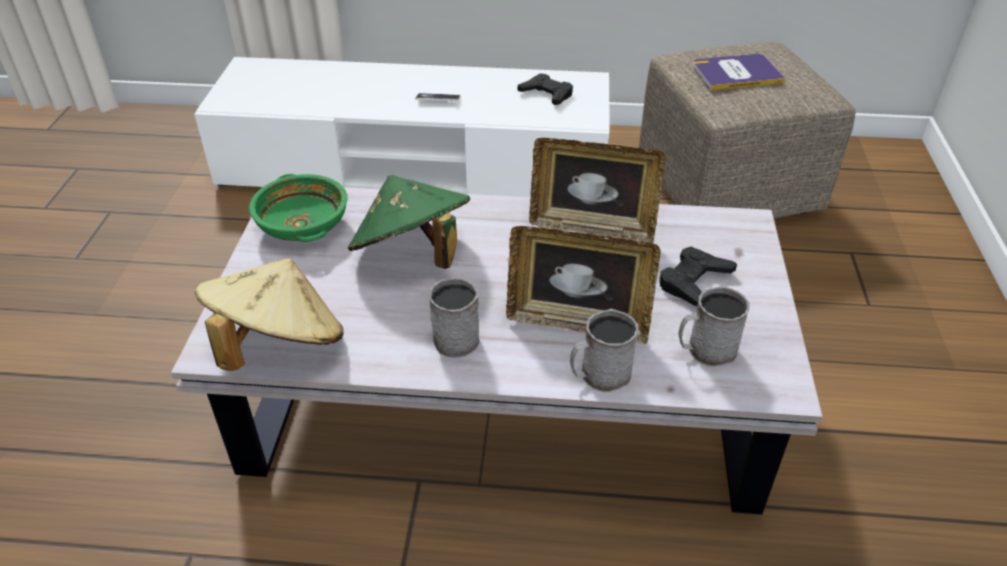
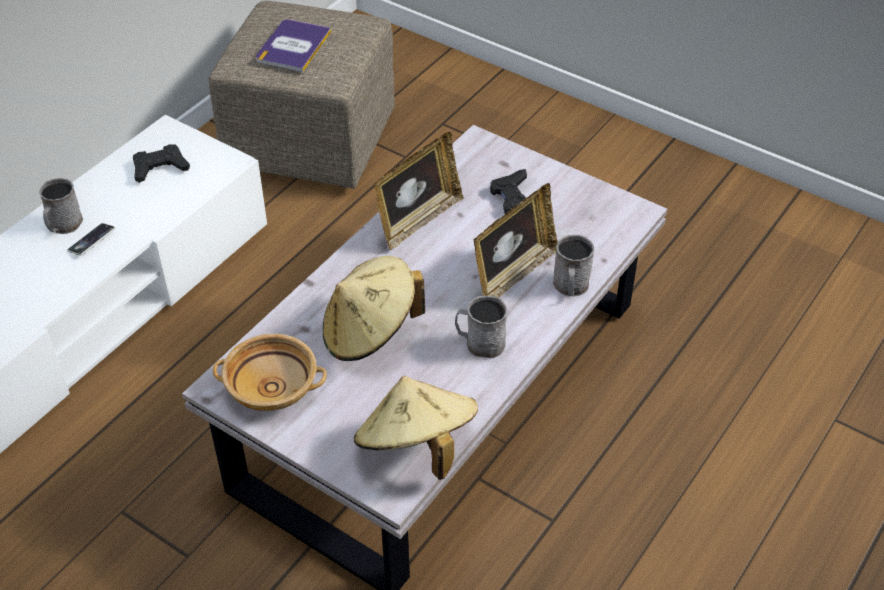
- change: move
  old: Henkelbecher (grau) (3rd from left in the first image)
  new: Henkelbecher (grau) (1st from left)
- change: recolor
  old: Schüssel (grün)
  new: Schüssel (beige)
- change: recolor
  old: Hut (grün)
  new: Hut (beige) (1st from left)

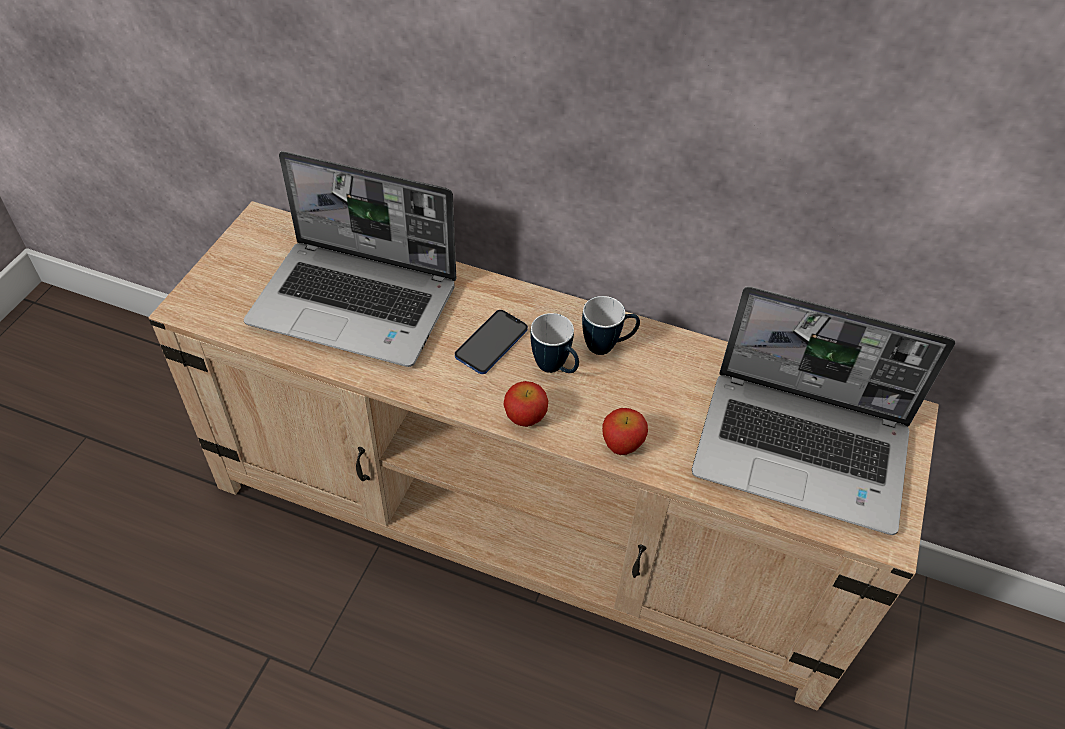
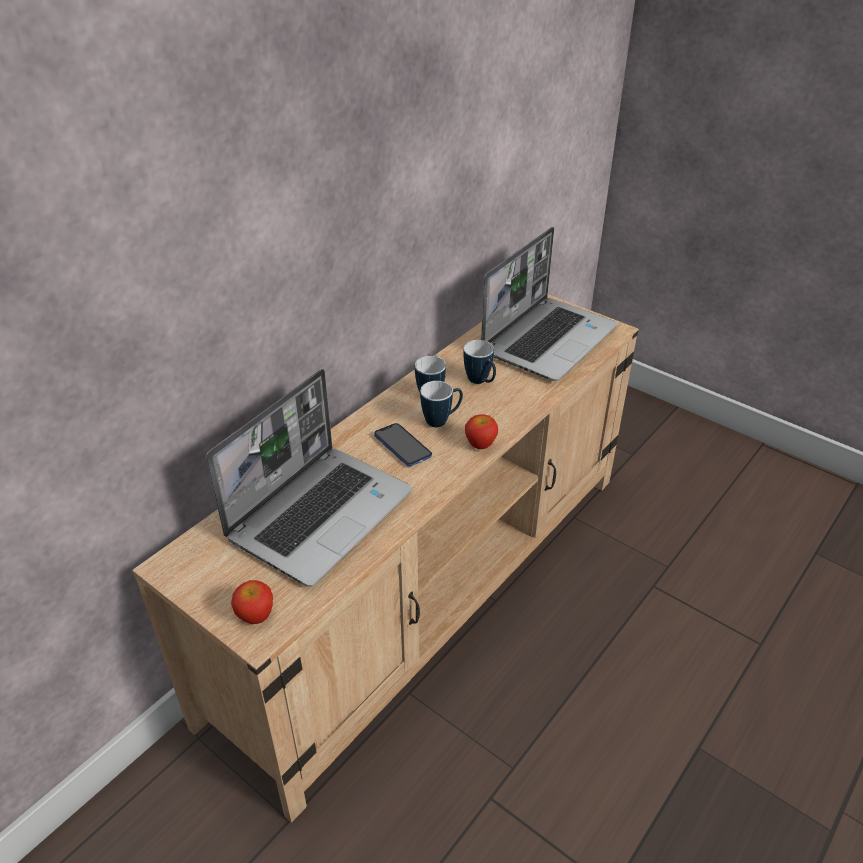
- change: move
  old: Apfel (2nd from left in the first image)
  new: Apfel (1st from left)
- change: insert
  new: Henkelbecher (3rd from left)

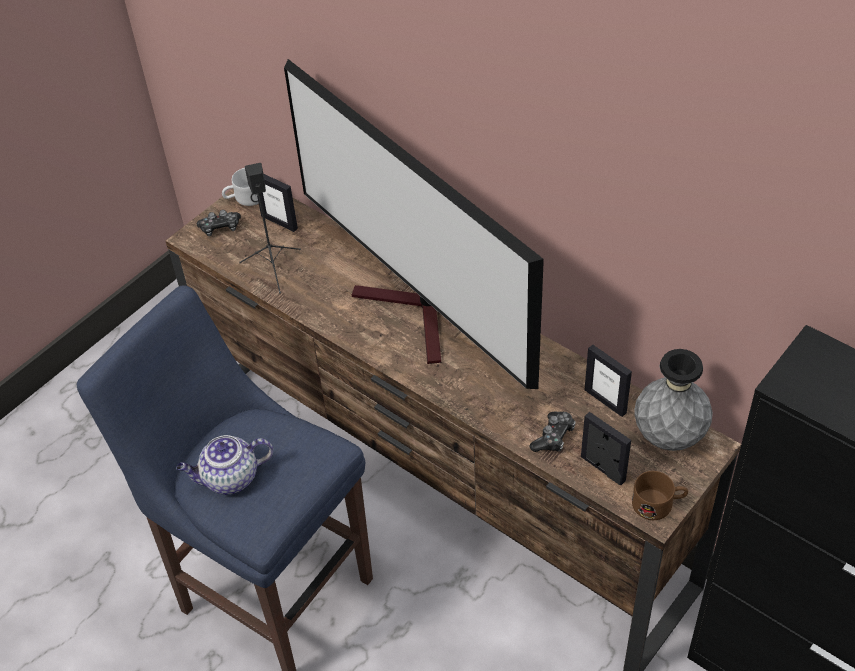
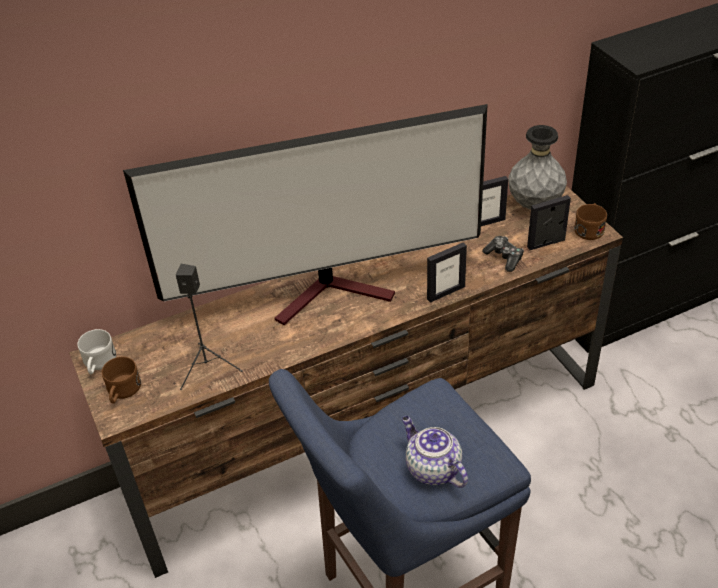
- change: replace
  old: Gamepad (1st from left)
  new: Henkelbecher (braun) (1st from left)
- change: rotate
  old: Teekanne
  degrees: 135
- change: move
  old: Bilderrahmen (1st from left)

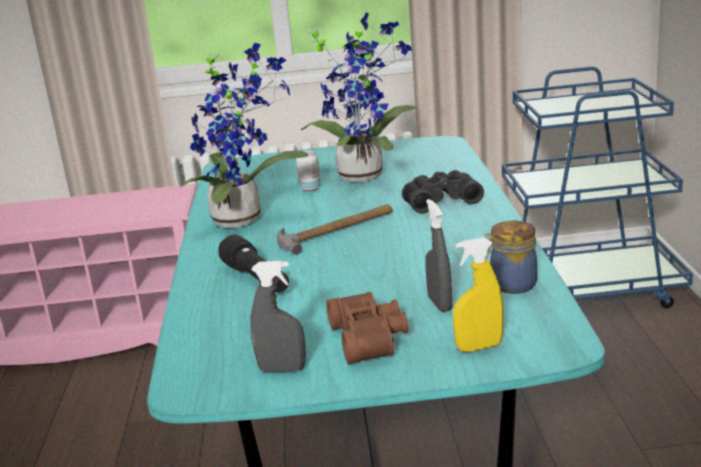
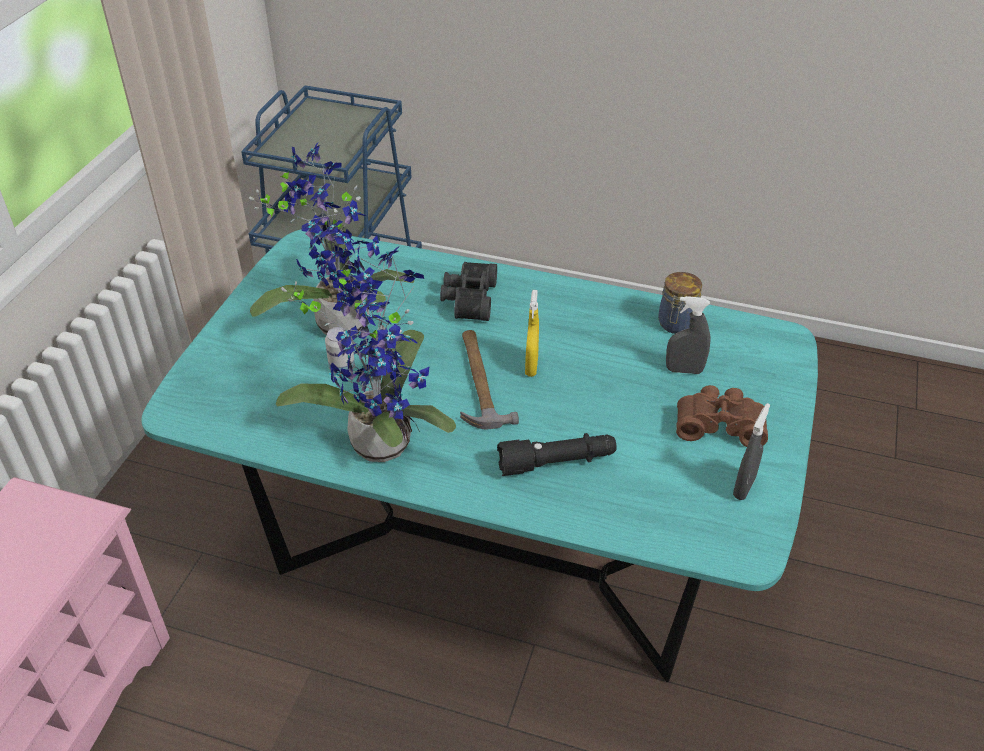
- change: move
  old: Sprühflasche (gelb)

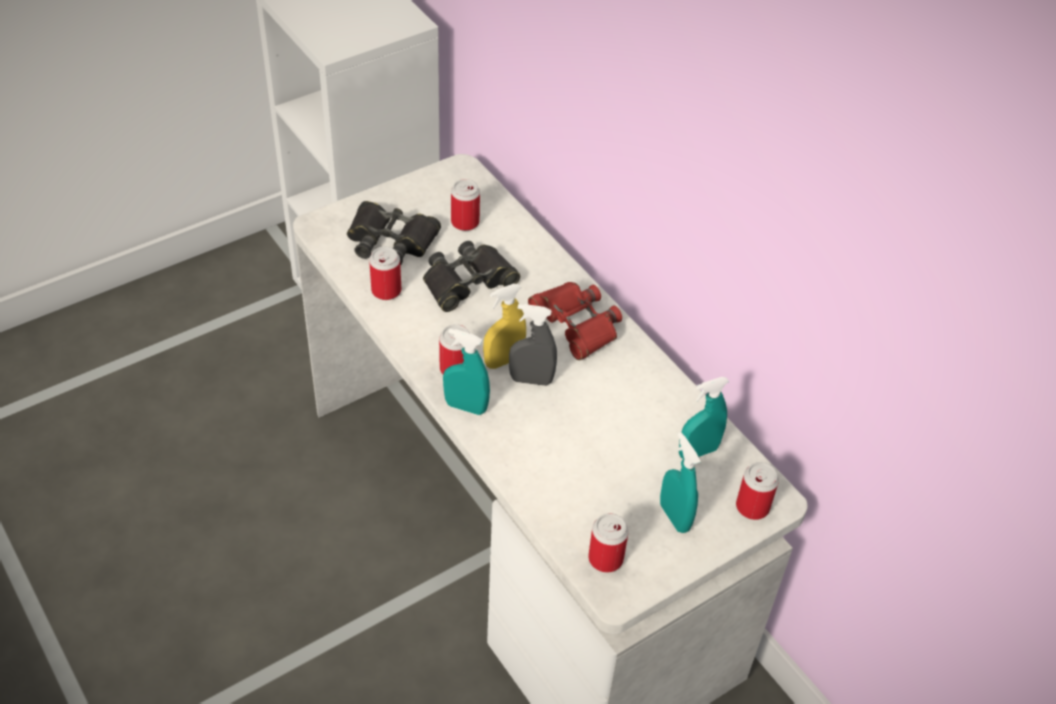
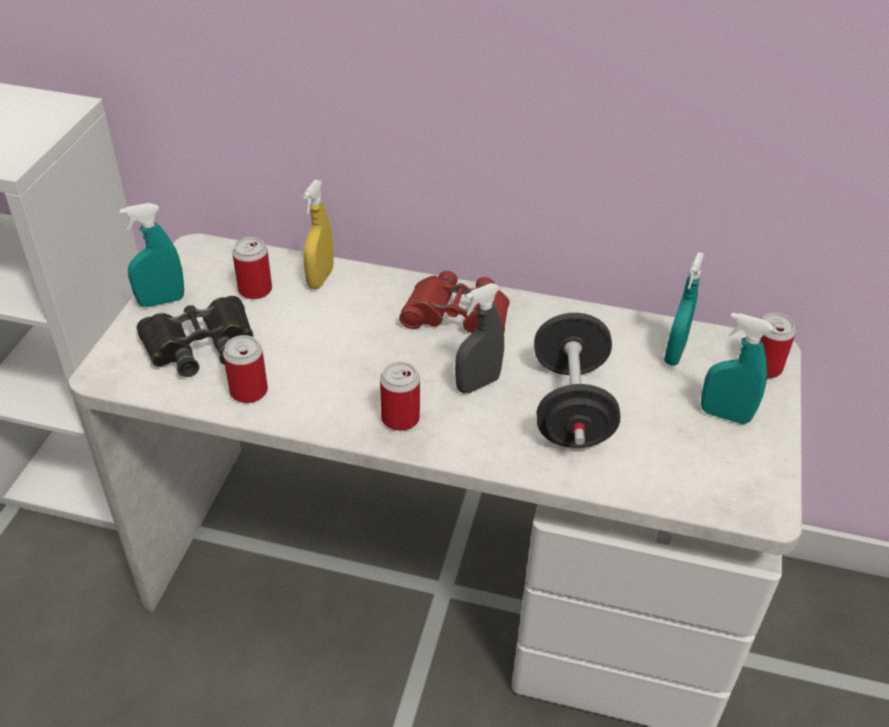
- change: move
  old: Sprühflasche (türkis) (1st from left)
- change: move
  old: Sprühflasche (gelb)
- change: insert
  new: Hantel (schwarz)
- change: delete
  old: Fernglas (schwarz) (2nd from left)
- change: delete
  old: Dose (4th from left)

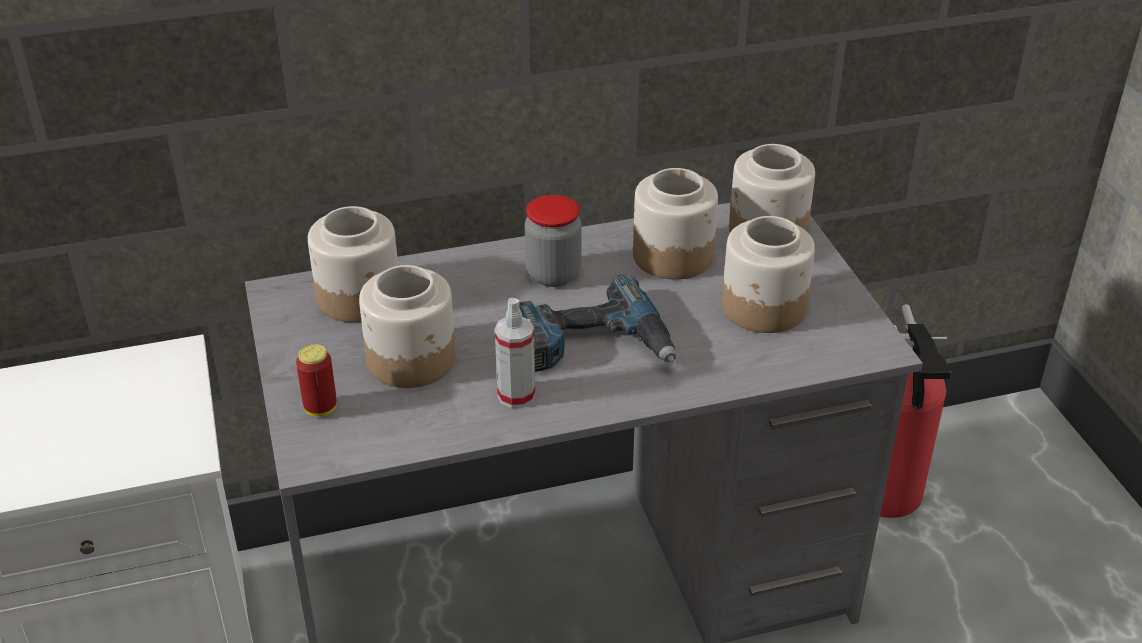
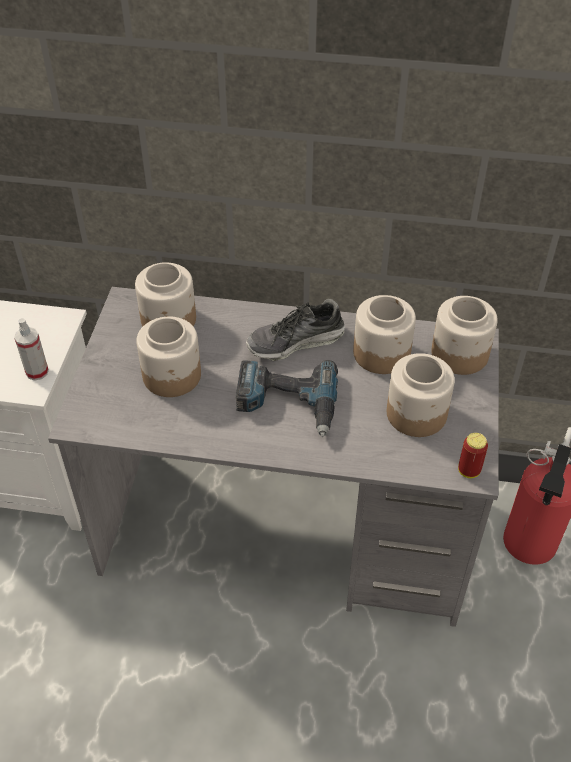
- change: move
  old: Sprühflasche
- change: replace
  old: Vorratsglas (3rd from left)
  new: Schuh
- change: move
  old: Dose

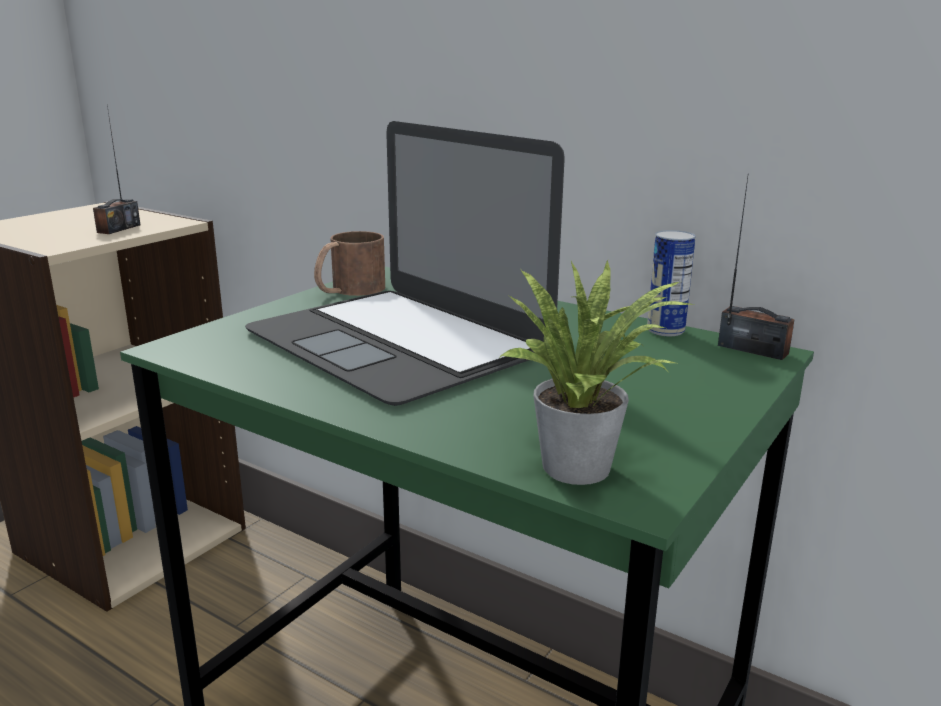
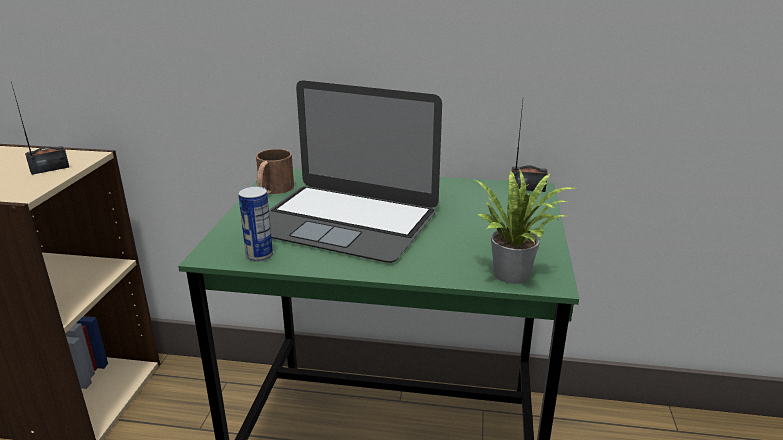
- change: rotate
  old: Radio (1st from left)
  degrees: -120
- change: move
  old: Dose

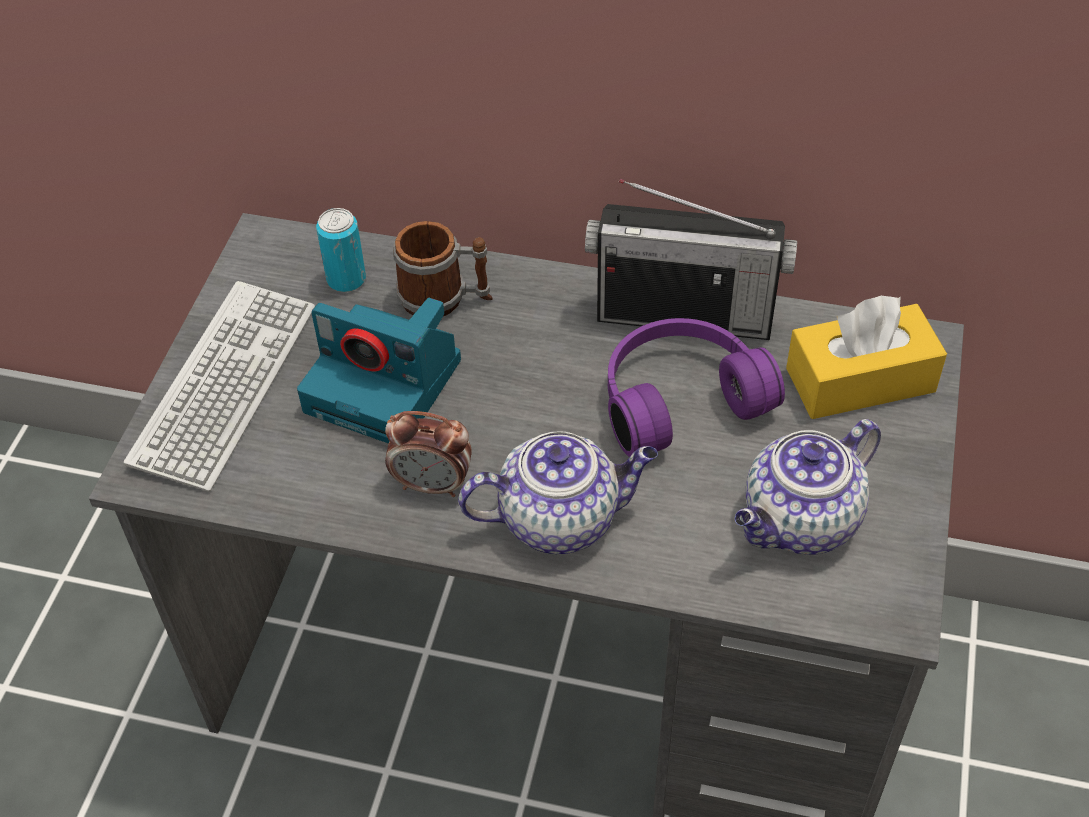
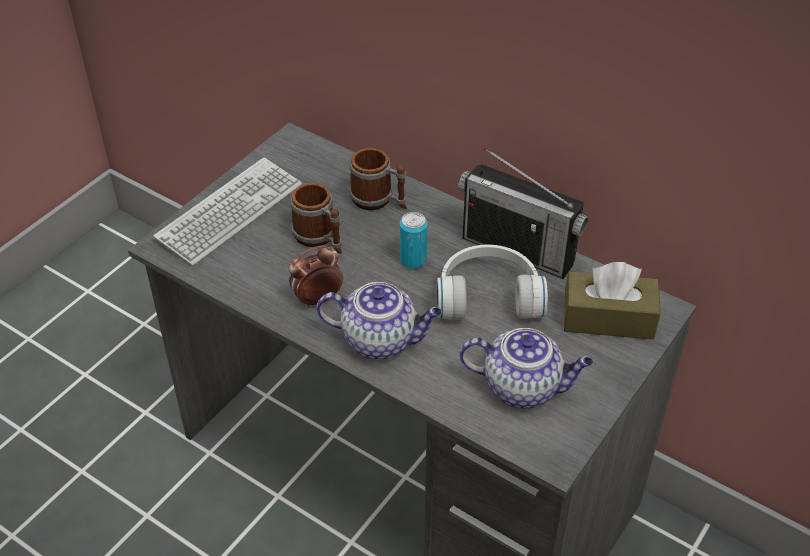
- change: rotate
  old: Wecker
  degrees: 120
- change: replace
  old: Kamera
  new: Henkelbecher (1st from left)
- change: move
  old: Dose
- change: recolor
  old: Kopfhörer (lila)
  new: Kopfhörer (weiß)
- change: rotate
  old: Teekanne (2nd from left)
  degrees: -150
- change: recolor
  old: Taschentuchbox (gelb)
  new: Taschentuchbox (braun)

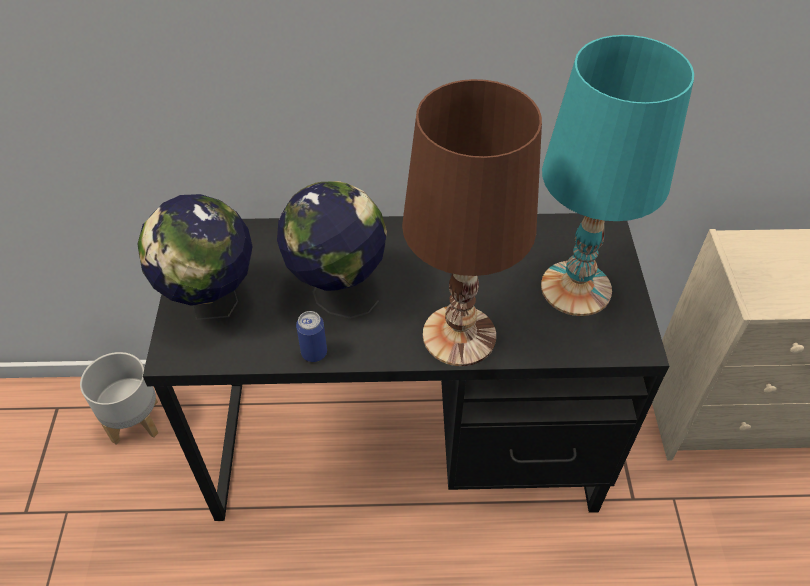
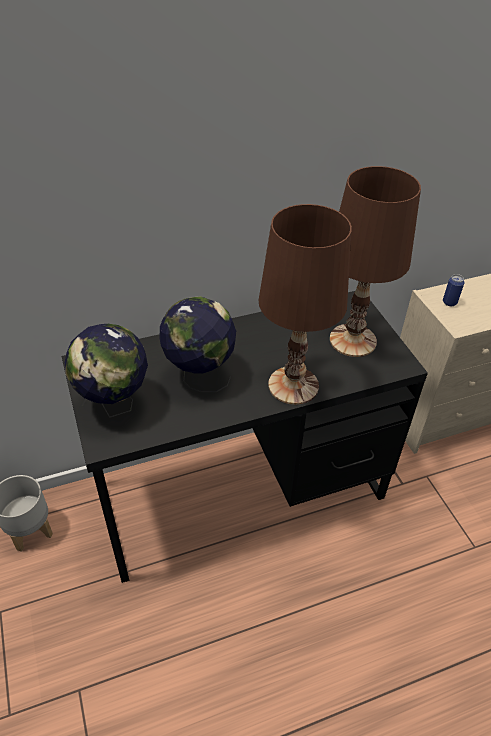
- change: recolor
  old: Tischlampe (türkis)
  new: Tischlampe (braun) (2nd from left)
- change: move
  old: Dose

